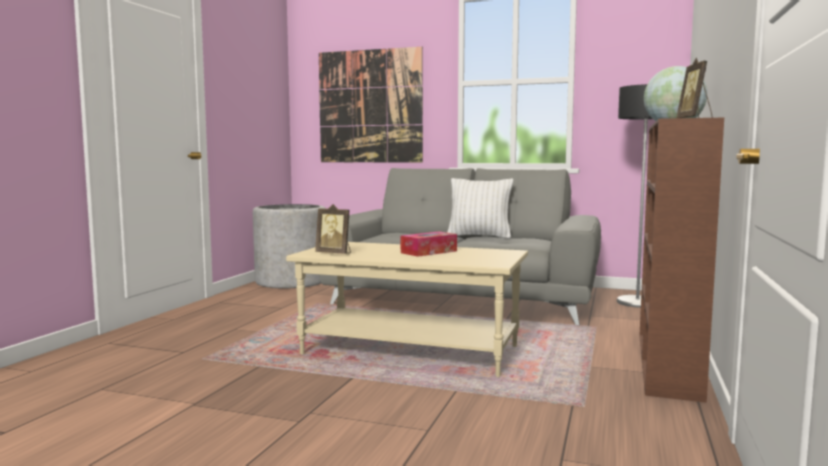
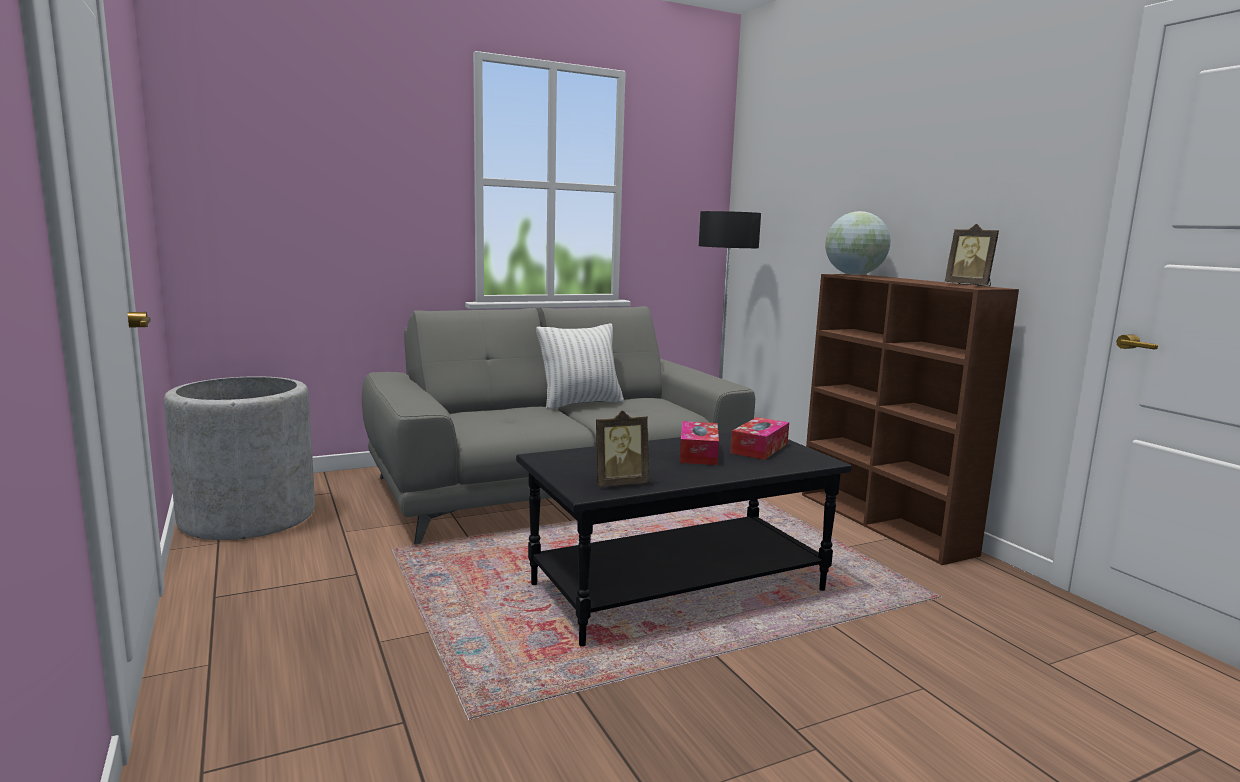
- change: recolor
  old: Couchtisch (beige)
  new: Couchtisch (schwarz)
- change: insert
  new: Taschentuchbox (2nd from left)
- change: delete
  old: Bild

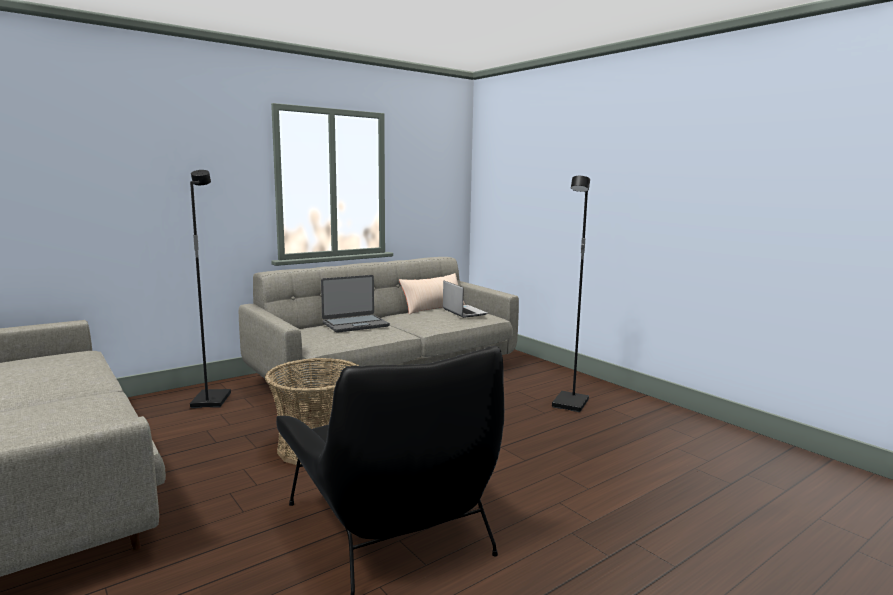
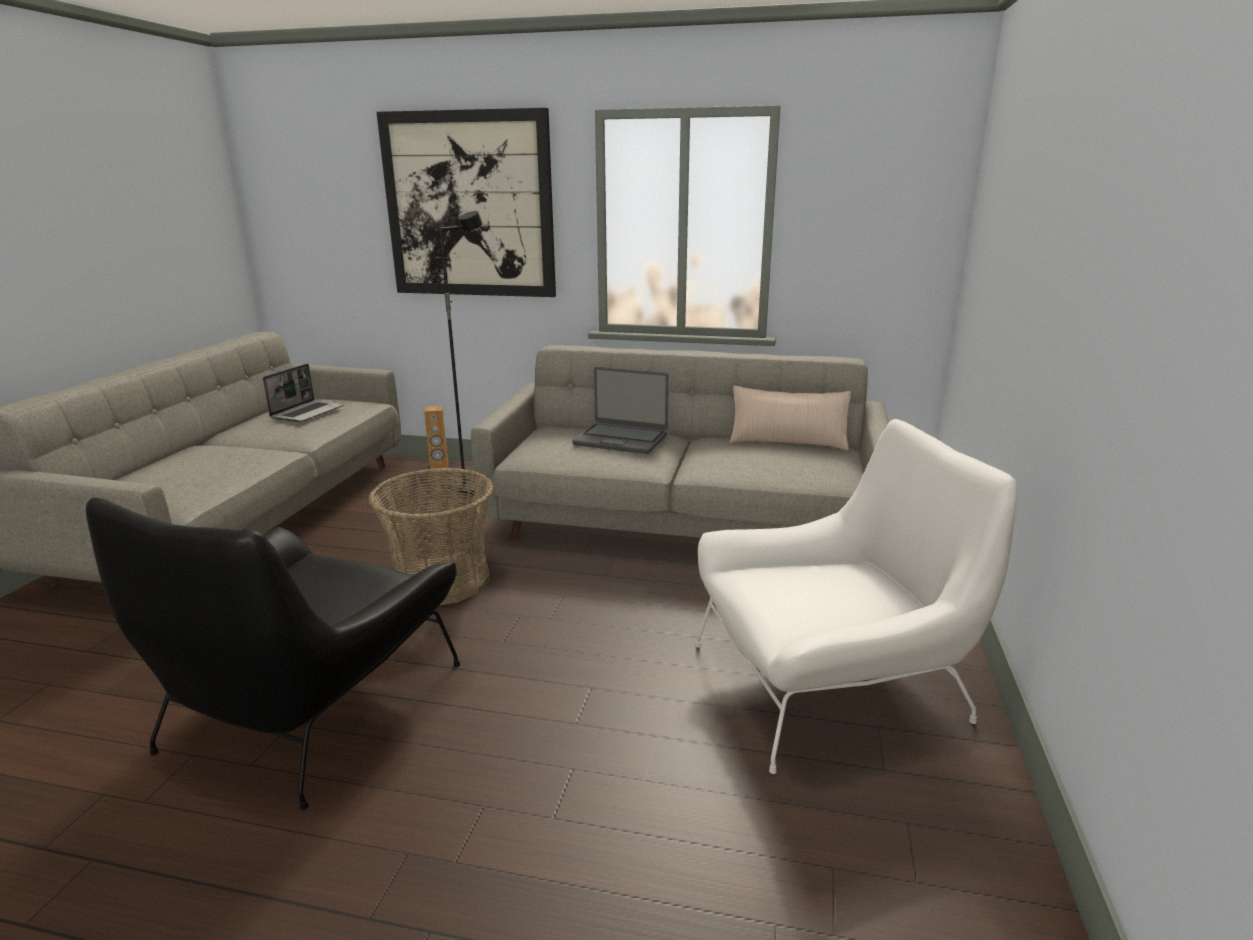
- change: move
  old: Laptop (2nd from left in the first image)
  new: Laptop (1st from left)
- change: insert
  new: Bild
- change: insert
  new: Lautsprecher (braun)
- change: replace
  old: Stehlampe (schwarz) (2nd from left)
  new: Sessel (weiß)

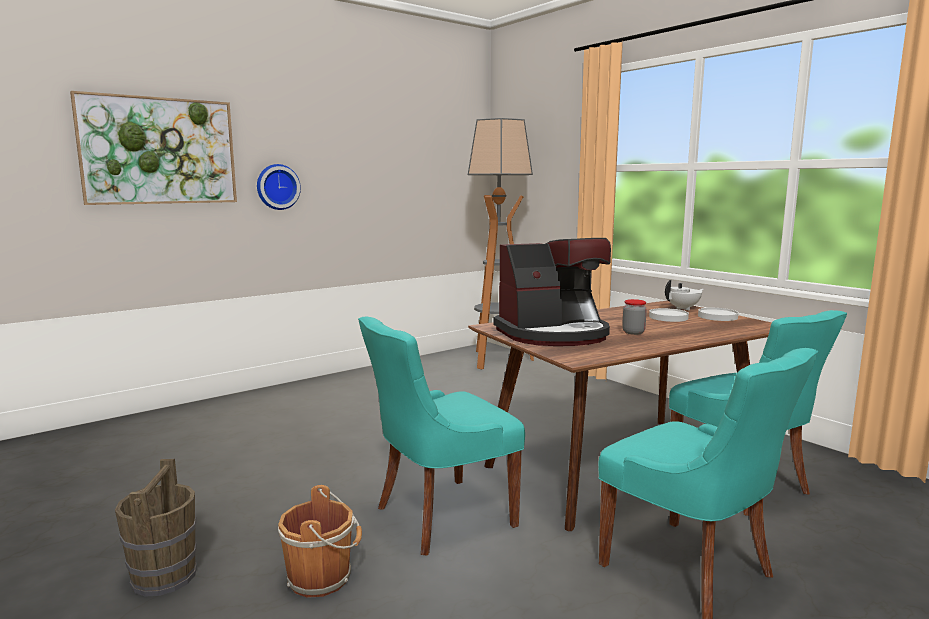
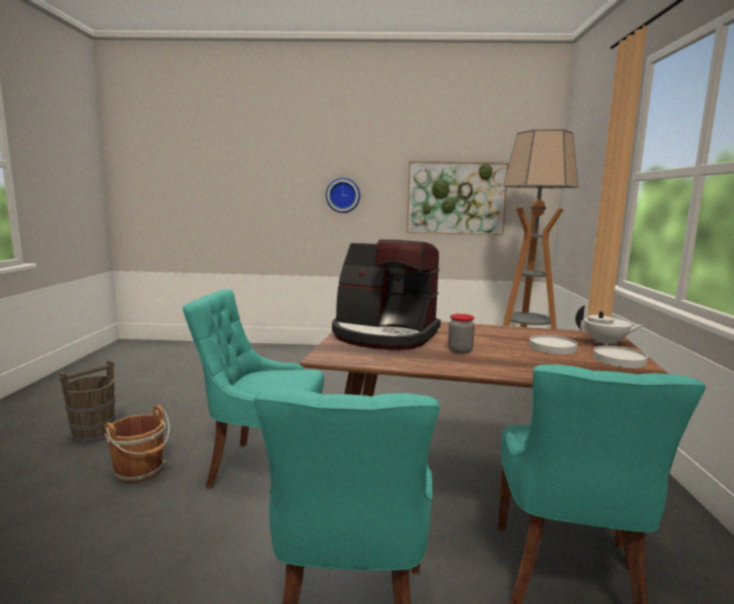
- change: move
  old: Bild

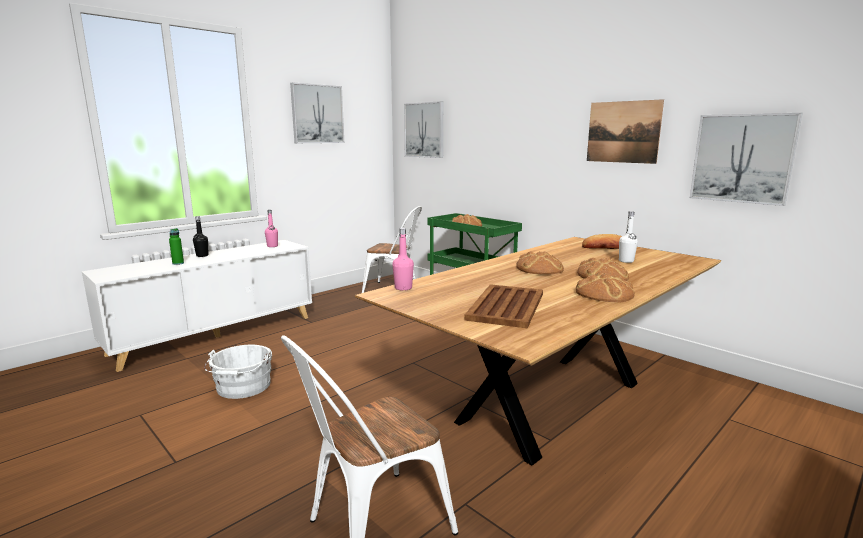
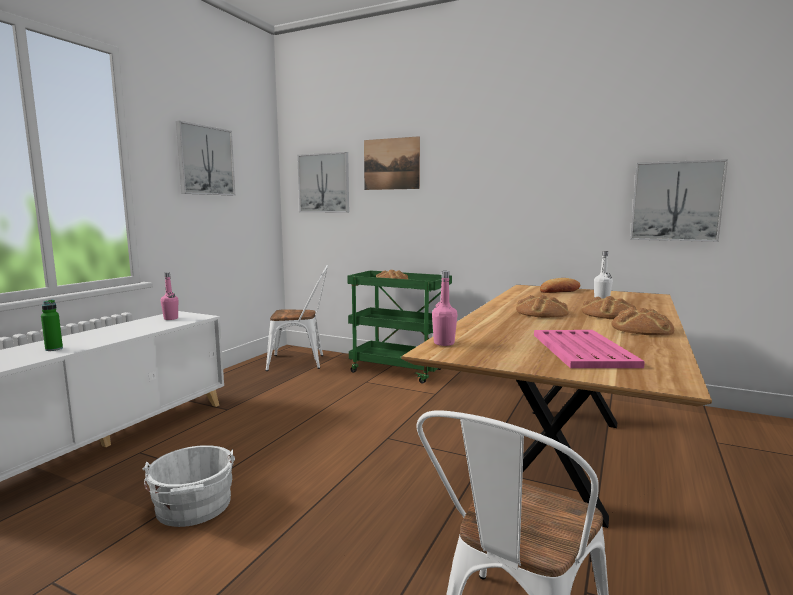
- change: move
  old: Bild (3rd from left)
- change: recolor
  old: Tablett (braun)
  new: Tablett (rosa)
- change: delete
  old: Flasche (schwarz)

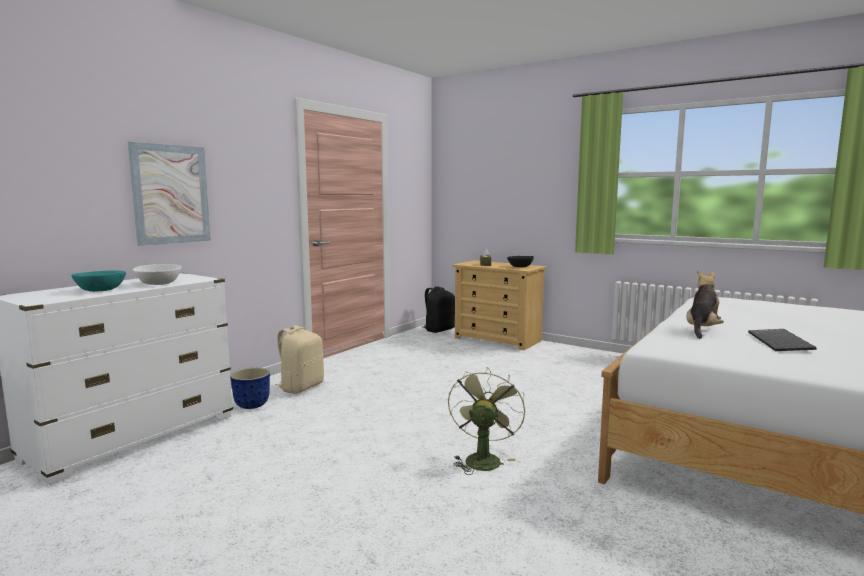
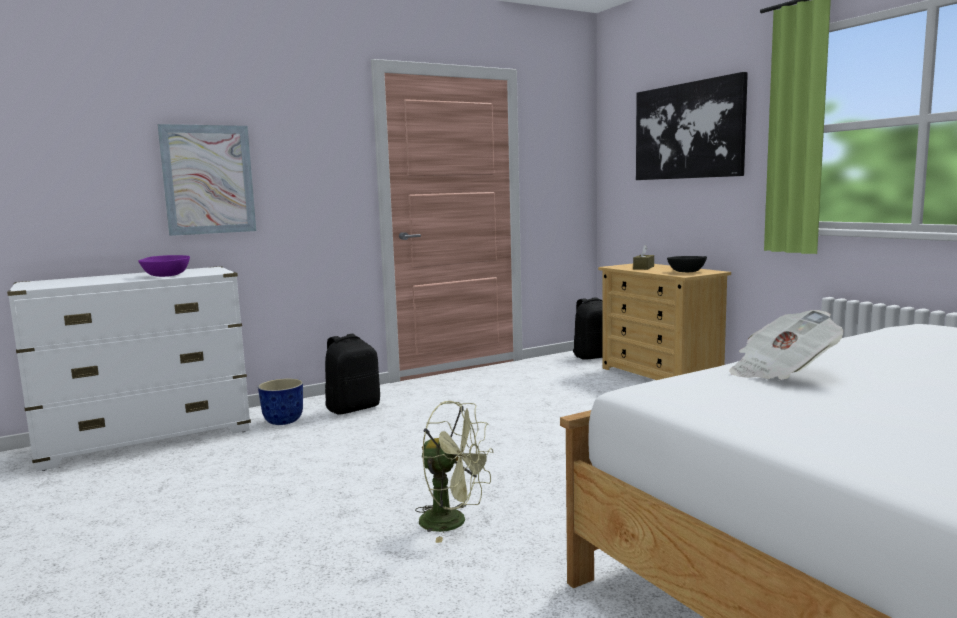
- change: recolor
  old: Schüssel (weiß)
  new: Schüssel (lila)
- change: recolor
  old: Rucksack (beige)
  new: Rucksack (schwarz) (1st from left)
- change: rotate
  old: Ventilator (grün)
  degrees: 75
- change: insert
  new: Bild (2nd from left)
- change: replace
  old: Plüschtier
  new: Zeitung
- change: delete
  old: Schüssel (türkis)
- change: delete
  old: Tastatur

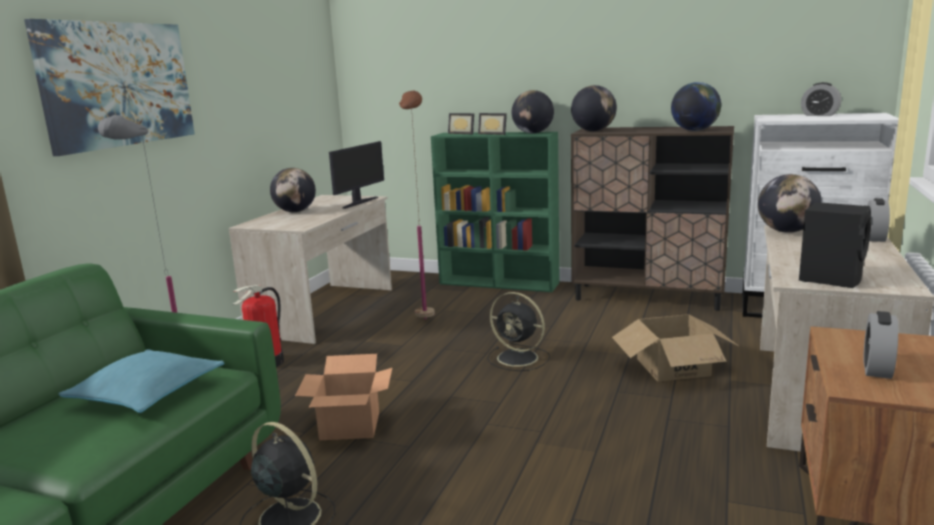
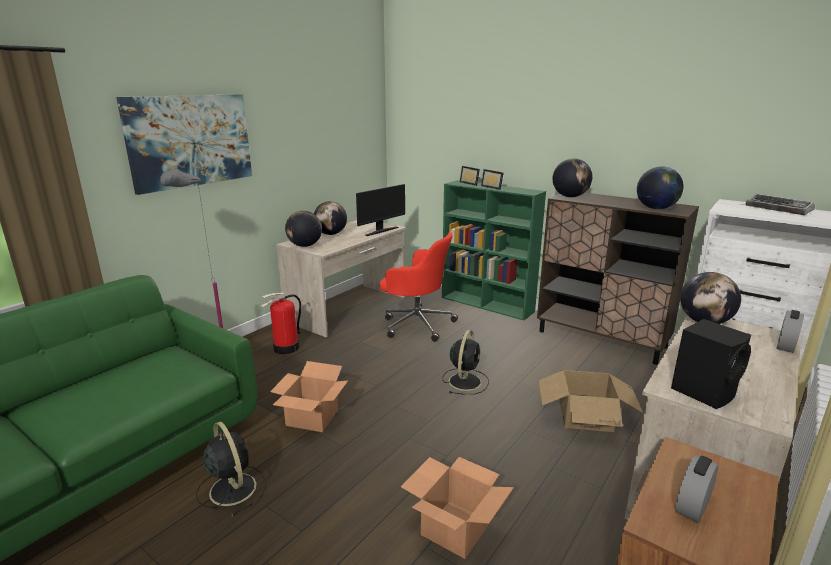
- change: move
  old: Globus (2nd from left in the first image)
  new: Globus (1st from left)
- change: replace
  old: Stehlampe (braun)
  new: Bürostuhl (rot)
- change: insert
  new: Karton (2nd from left)
- change: rotate
  old: Ventilator (schwarz) (2nd from left)
  degrees: -120
- change: replace
  old: Wecker (1st from left)
  new: Tastatur
- change: delete
  old: Kissen (türkis)

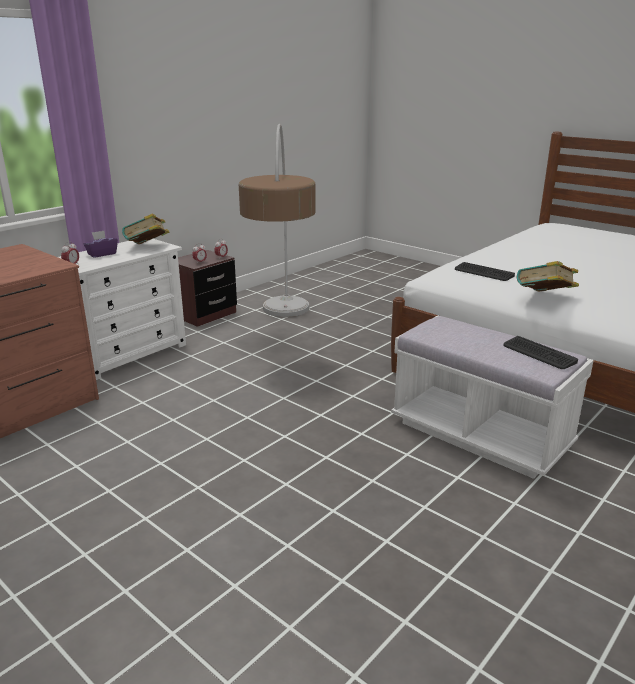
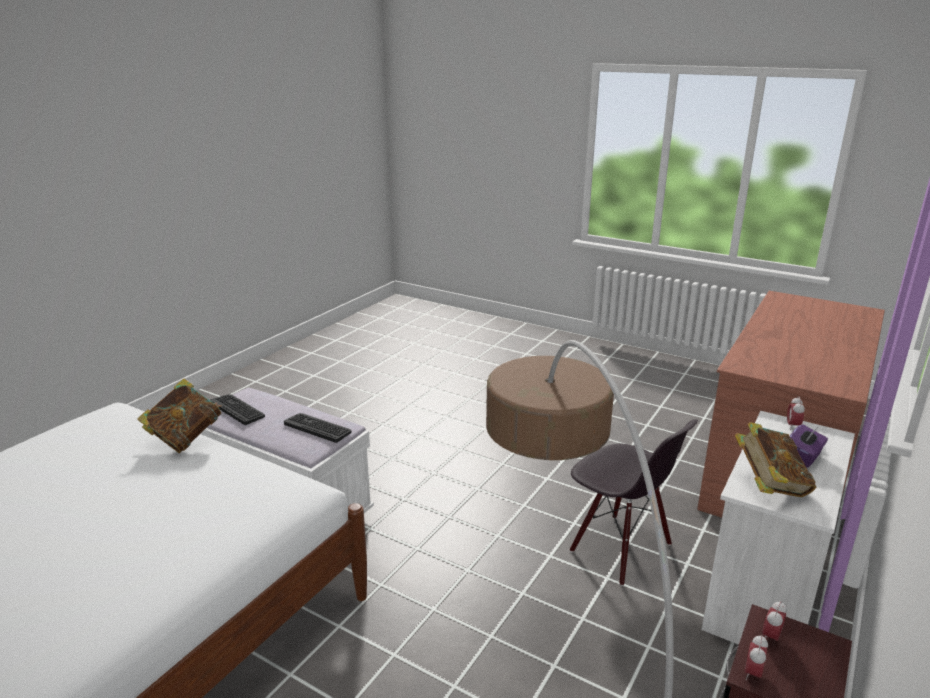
- change: move
  old: Tastatur (1st from left in the first image)
  new: Tastatur (2nd from left)
- change: insert
  new: Stuhl (schwarz)

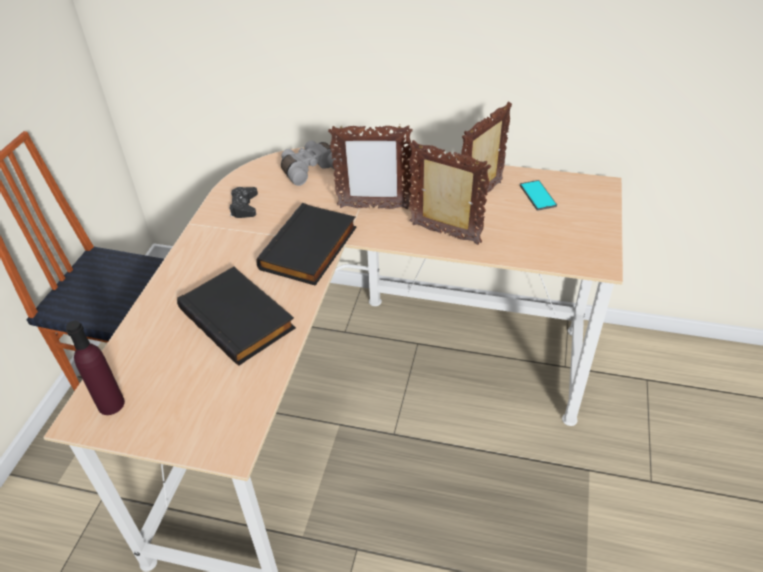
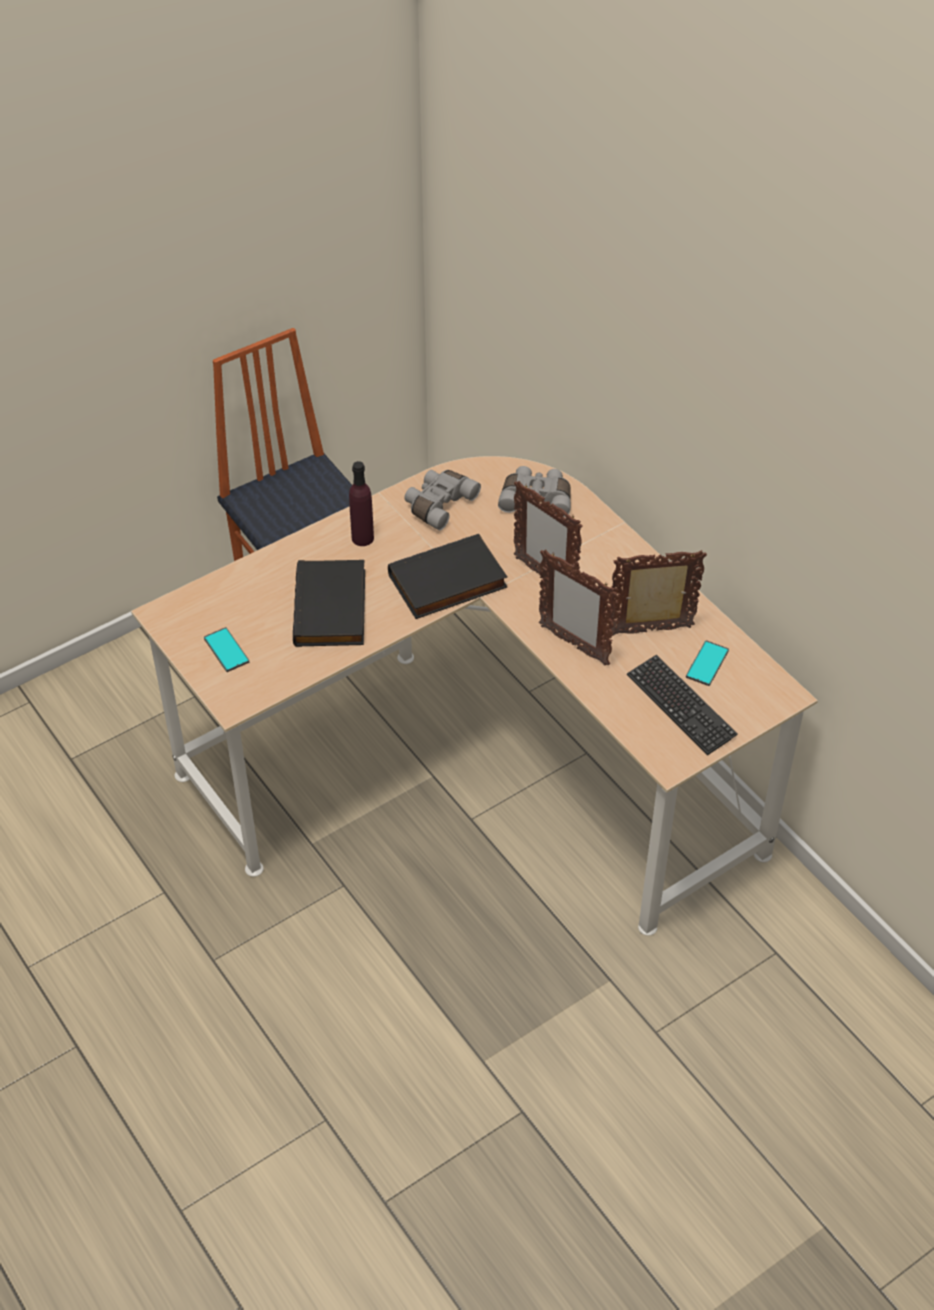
- change: insert
  new: Handy (1st from left)
- change: move
  old: Flasche (lila)
- change: replace
  old: Gamepad (schwarz)
  new: Fernglas (grau) (1st from left)
- change: rotate
  old: Bilderrahmen (2nd from left)
  degrees: 150
- change: insert
  new: Tastatur

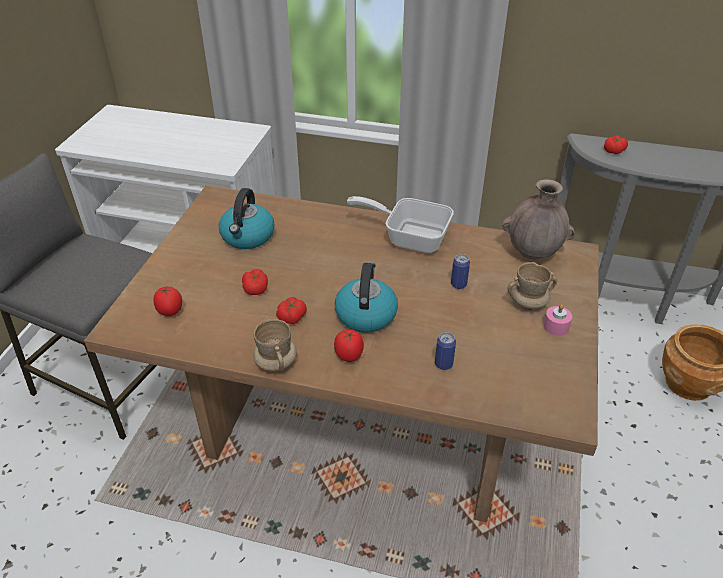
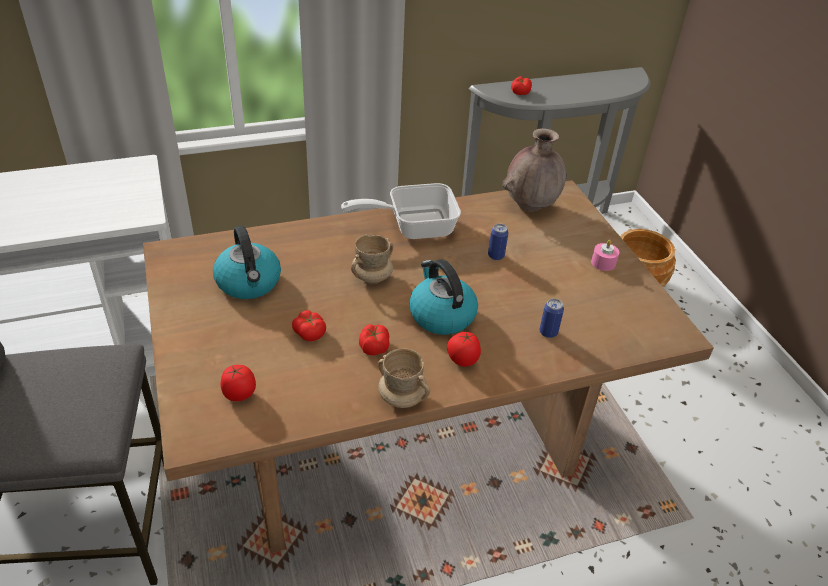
- change: move
  old: Henkelbecher (beige) (2nd from left in the first image)
  new: Henkelbecher (beige) (1st from left)

